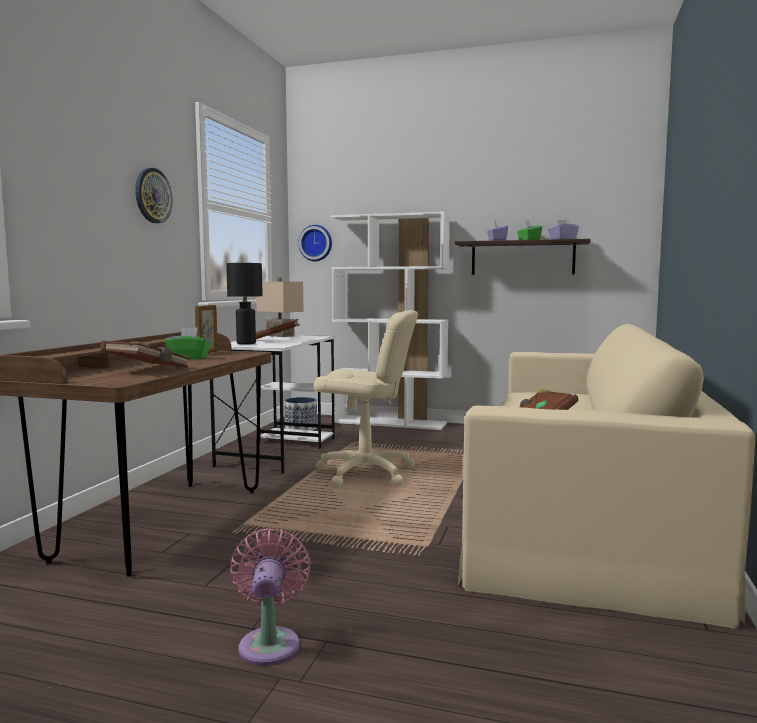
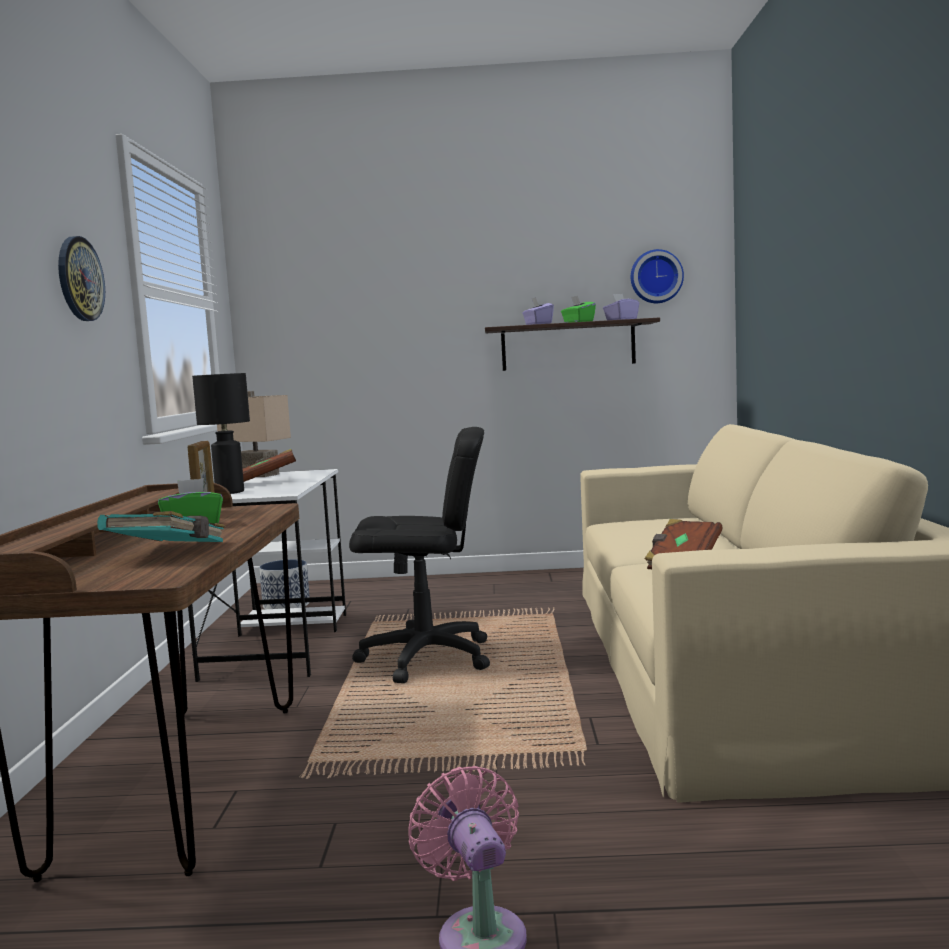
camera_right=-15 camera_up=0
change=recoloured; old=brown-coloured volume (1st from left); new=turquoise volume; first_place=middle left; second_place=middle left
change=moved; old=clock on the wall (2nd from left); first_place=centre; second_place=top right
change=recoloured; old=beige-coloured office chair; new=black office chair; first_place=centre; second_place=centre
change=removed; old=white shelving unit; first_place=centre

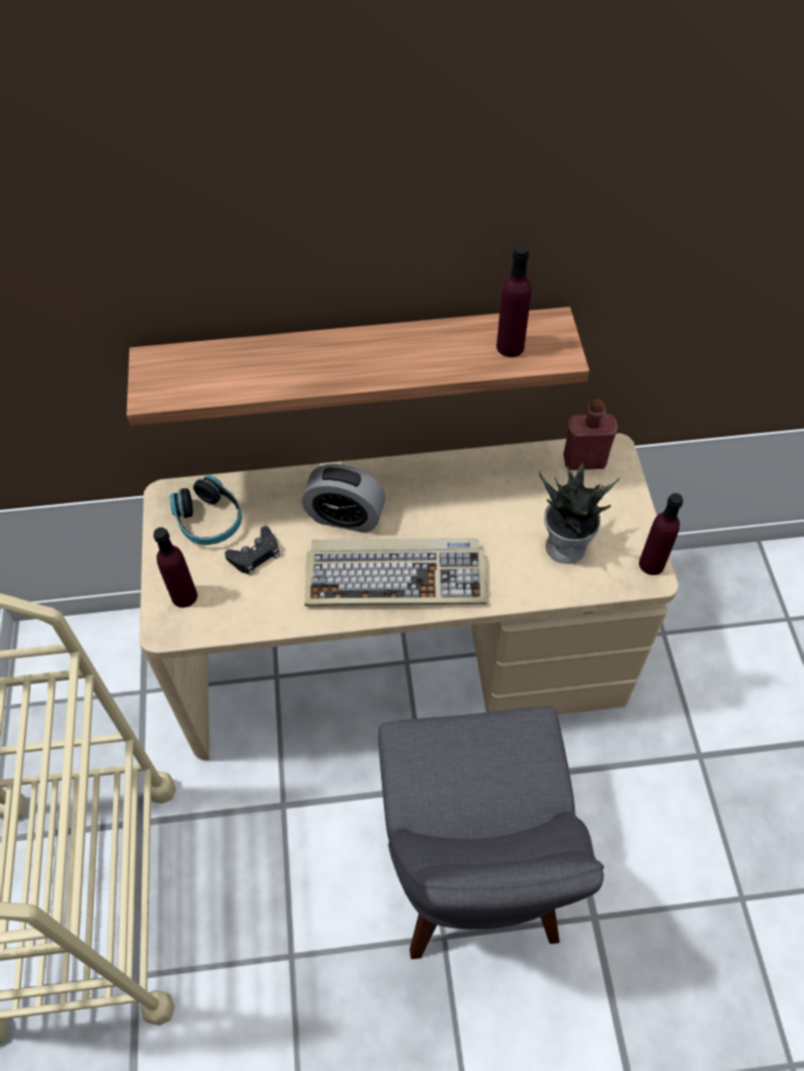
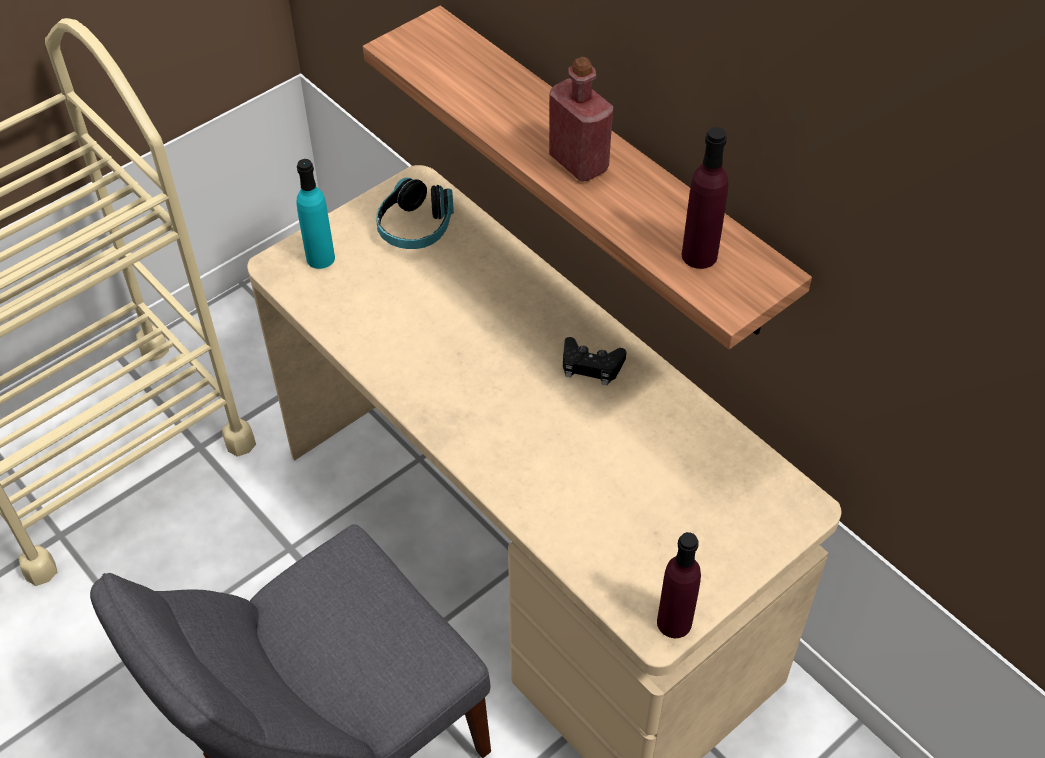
camera_right=55 camera_up=-5
change=recoloured; old=purple-coloured beverage bottle (1st from left); new=turquoise beverage bottle; first_place=middle left; second_place=top left
change=moved; old=black joypad; first_place=middle left; second_place=centre
change=removed; old=bedside clock; first_place=centre
change=removed; old=computer keyboard; first_place=centre
change=removed; old=potted plant; first_place=middle right
change=moved; old=red beverage bottle; first_place=middle right; second_place=top centre

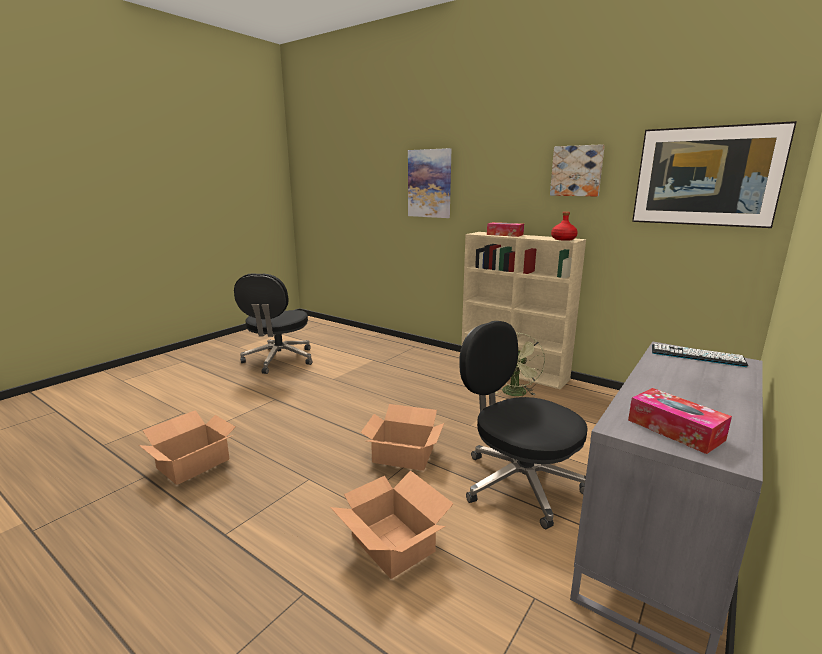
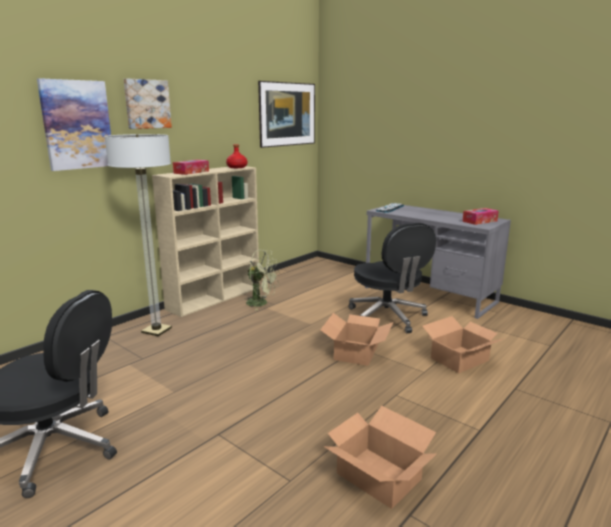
camera_right=-85 camera_up=0
change=turned; old=black office chair (2nd from left); first_place=centre; second_place=centre; degrees=-75
change=moved; old=wall picture (2nd from left); first_place=top right; second_place=top left
change=added; new=floor lamp; second_place=middle left

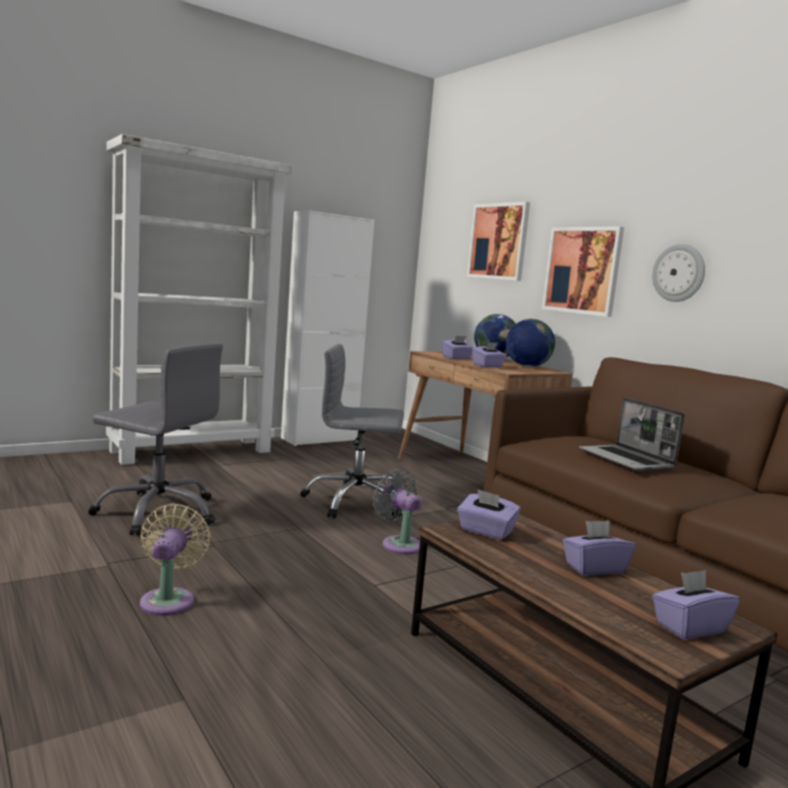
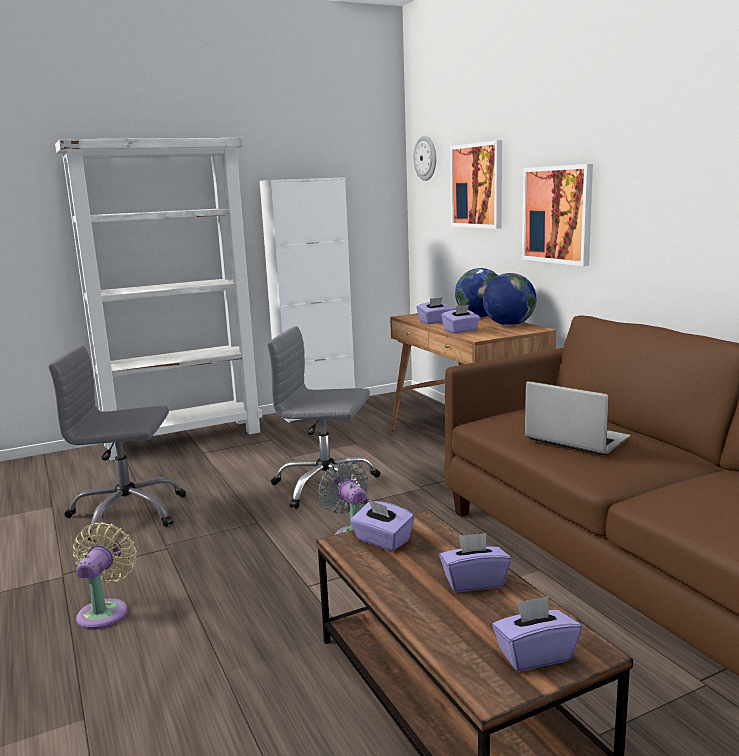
camera_right=10 camera_up=5
change=turned; old=grey office chair (1st from left); first_place=middle left; second_place=middle left; degrees=150
change=turned; old=notebook computer; first_place=middle right; second_place=middle right; degrees=150
change=moved; old=clock on the wall; first_place=middle right; second_place=top centre

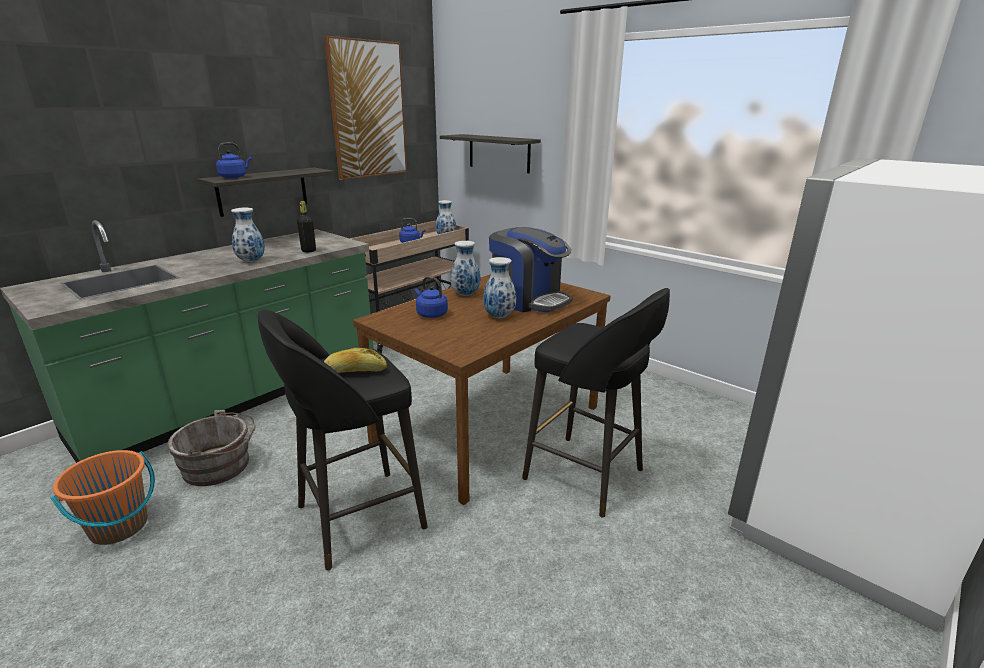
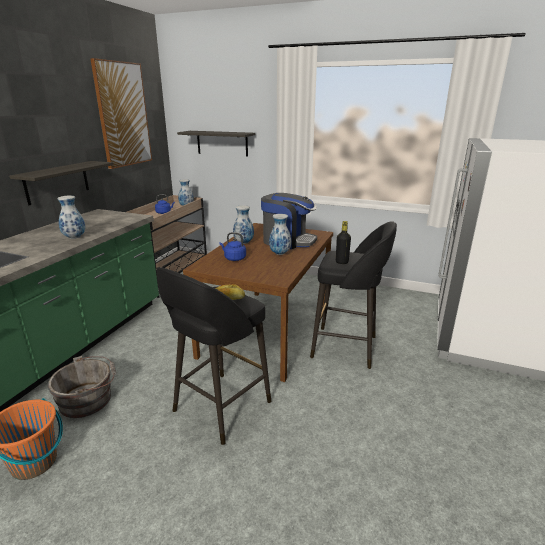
camera_right=-20 camera_up=0
change=removed; old=blue kettle (1st from left); first_place=top left
change=moved; old=black beverage bottle; first_place=middle left; second_place=centre

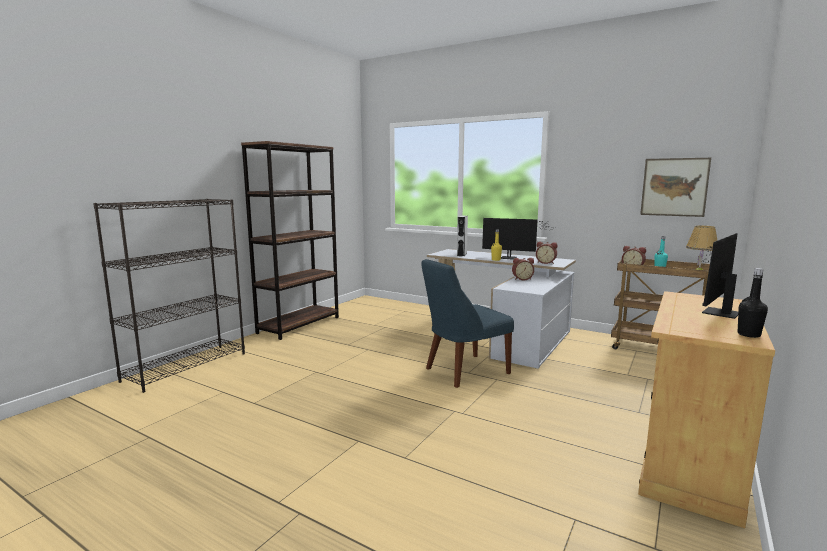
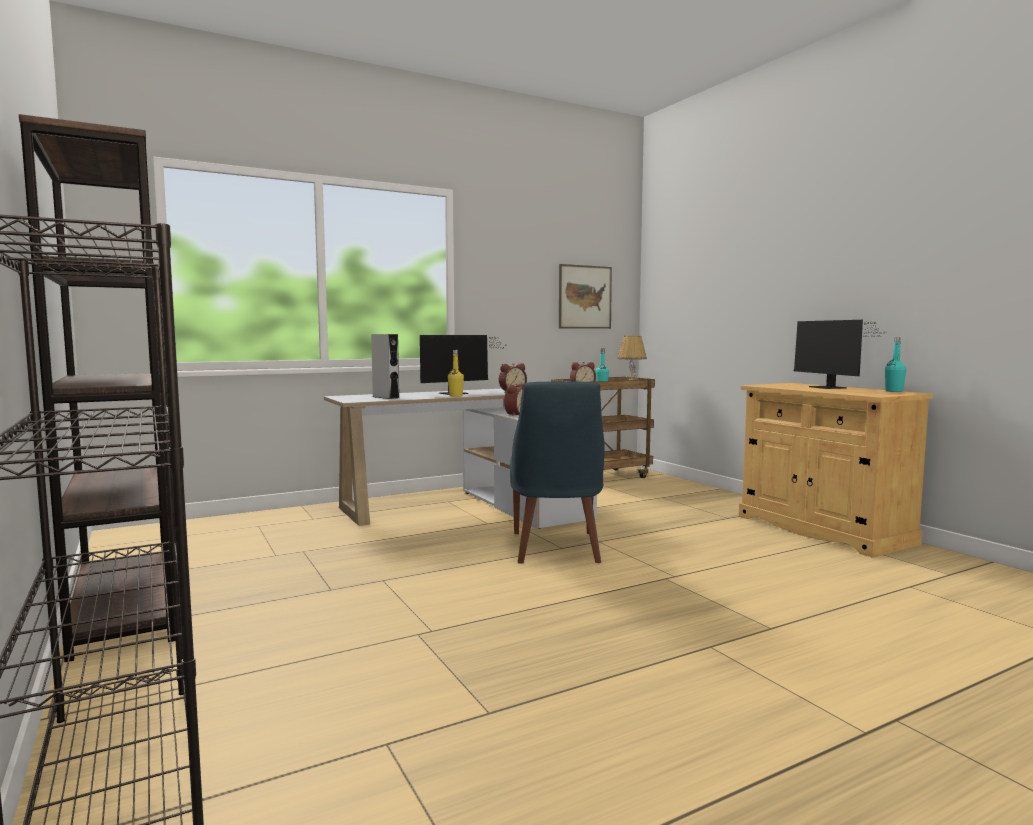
camera_right=-60 camera_up=-5
change=recoloured; old=black beverage bottle; new=turquoise beverage bottle (2nd from left); first_place=middle right; second_place=middle right

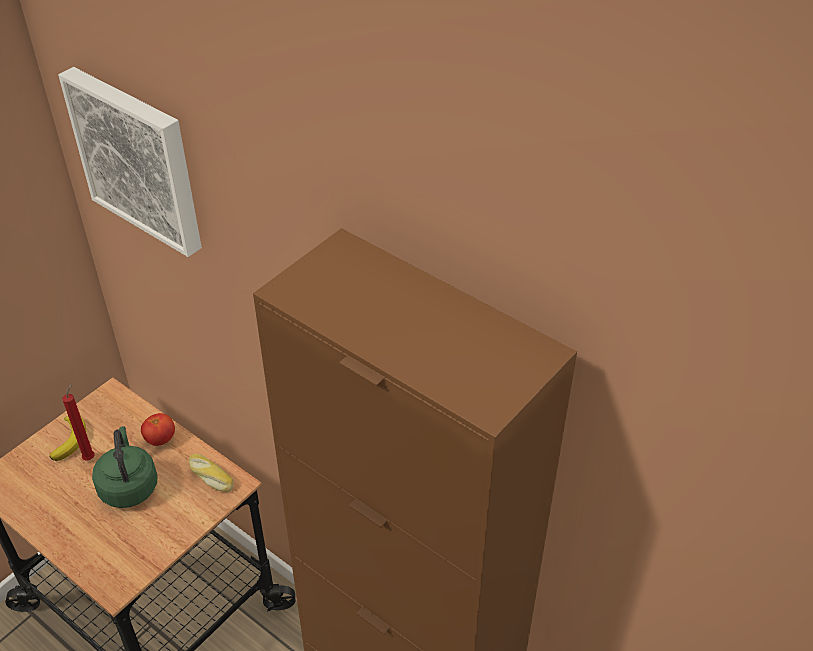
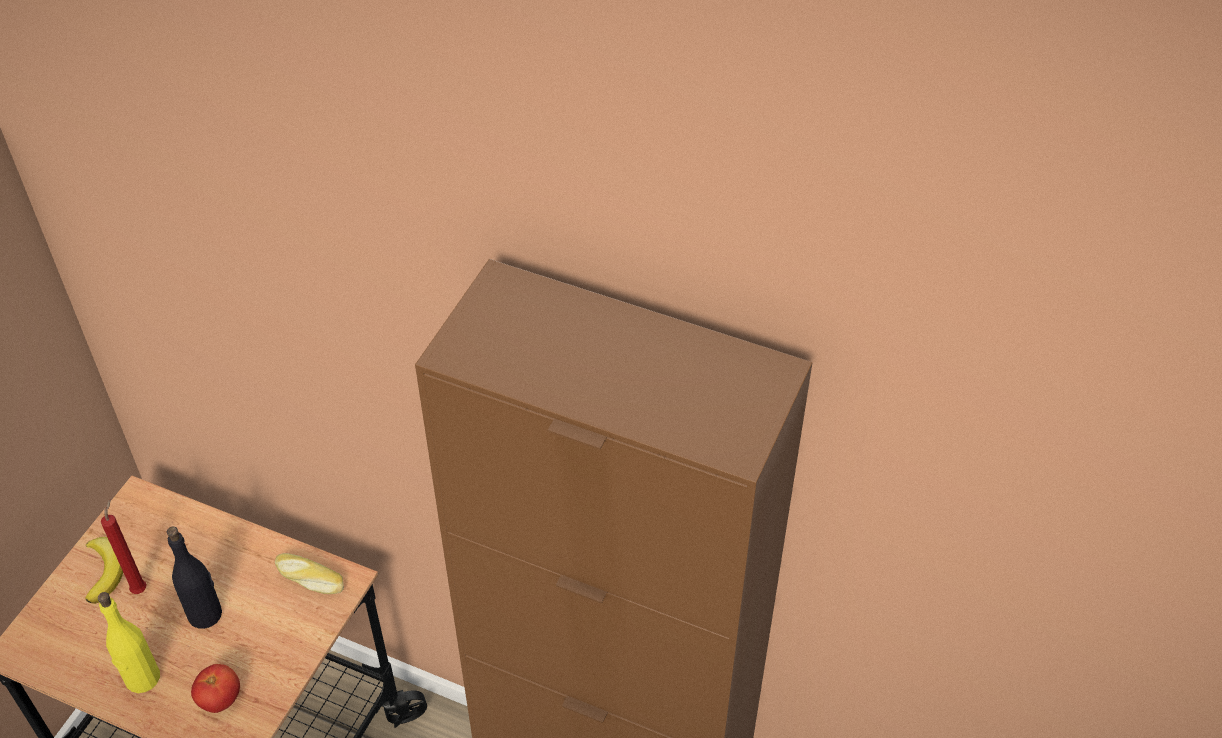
camera_right=-15 camera_up=5
change=removed; old=wall picture; first_place=top left
change=replaced; old=green-coloured kettle; new=black beverage bottle; first_place=bottom left; second_place=bottom left
change=moved; old=fresh tomato; first_place=middle left; second_place=bottom left
change=added; new=yellow beverage bottle; second_place=bottom left

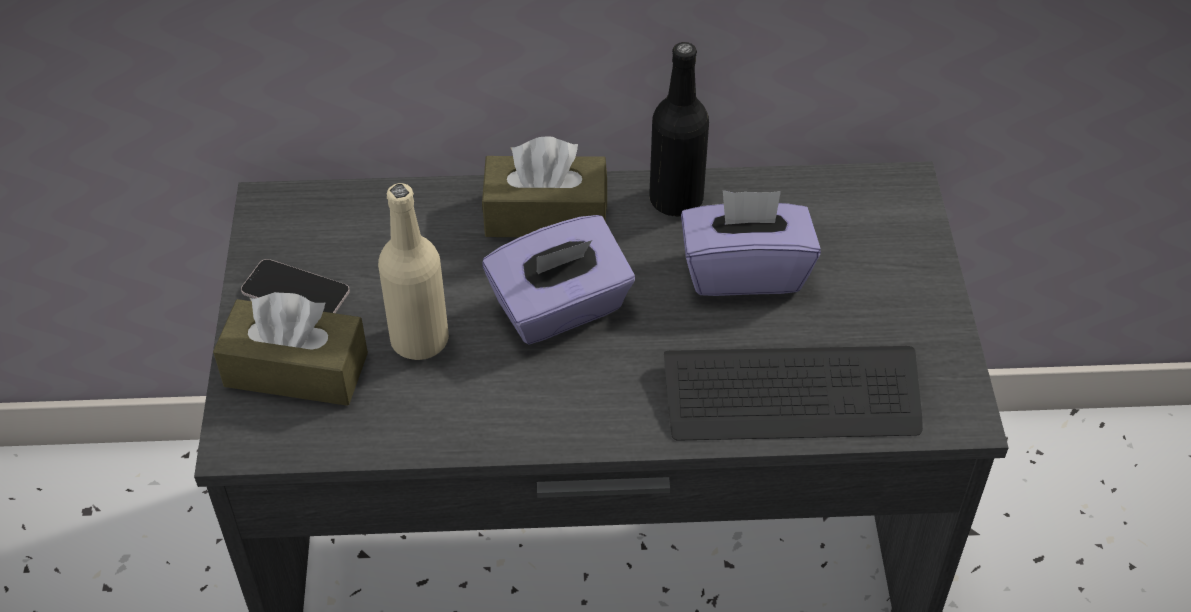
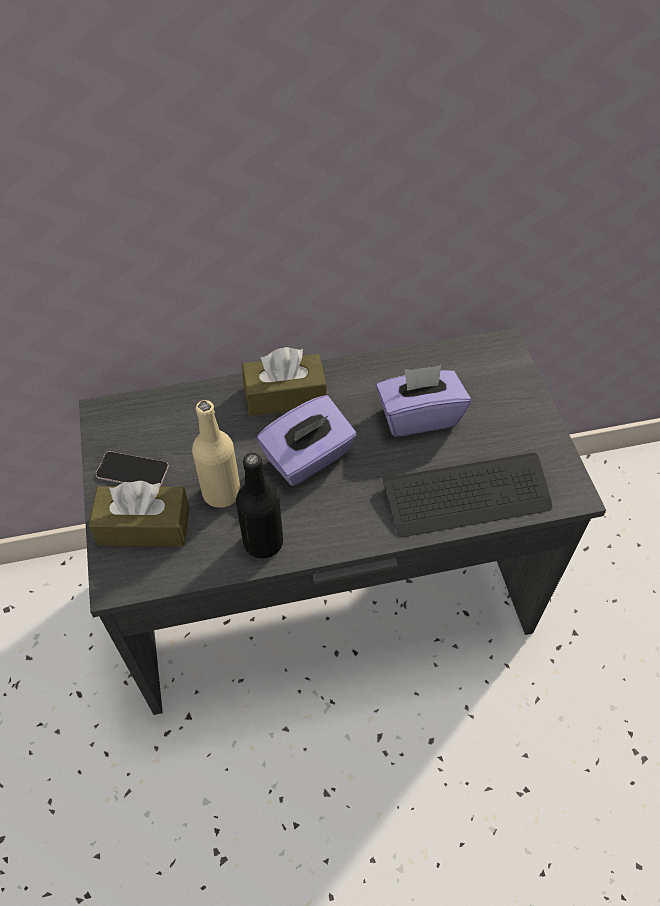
camera_right=-10 camera_up=5
change=moved; old=black beverage bottle; first_place=top centre; second_place=centre

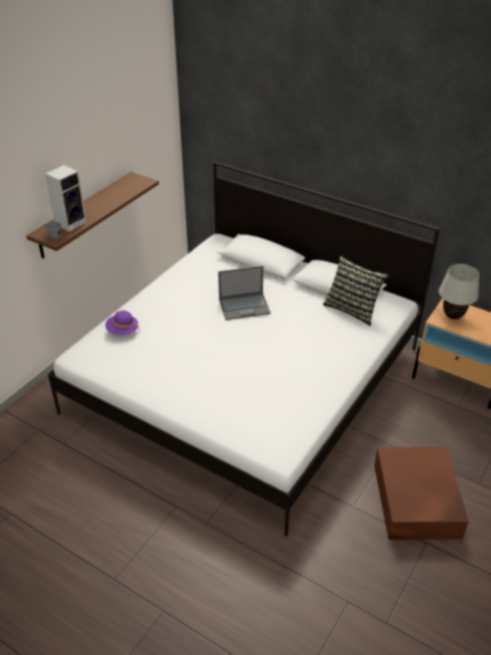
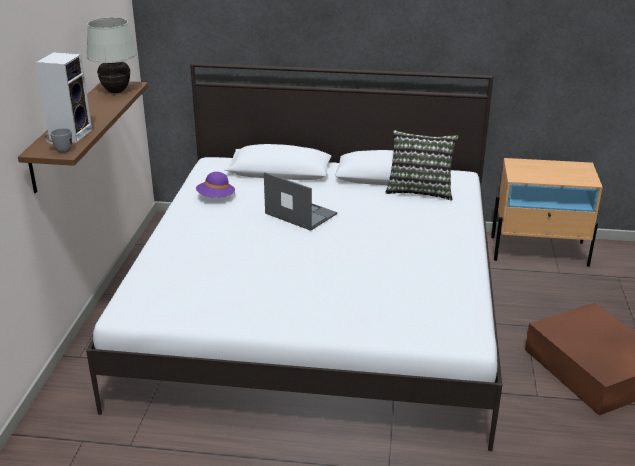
camera_right=-25 camera_up=-10
change=moved; old=purple-coloured wearable hat; first_place=middle left; second_place=centre
change=turned; old=notebook computer; first_place=centre; second_place=centre; degrees=-105
change=moved; old=white lamp for a table; first_place=middle right; second_place=top left

